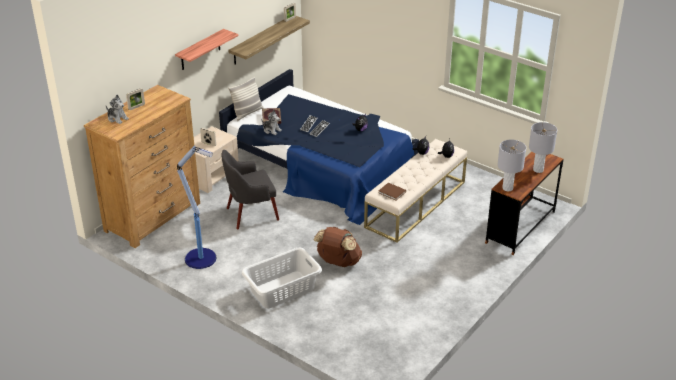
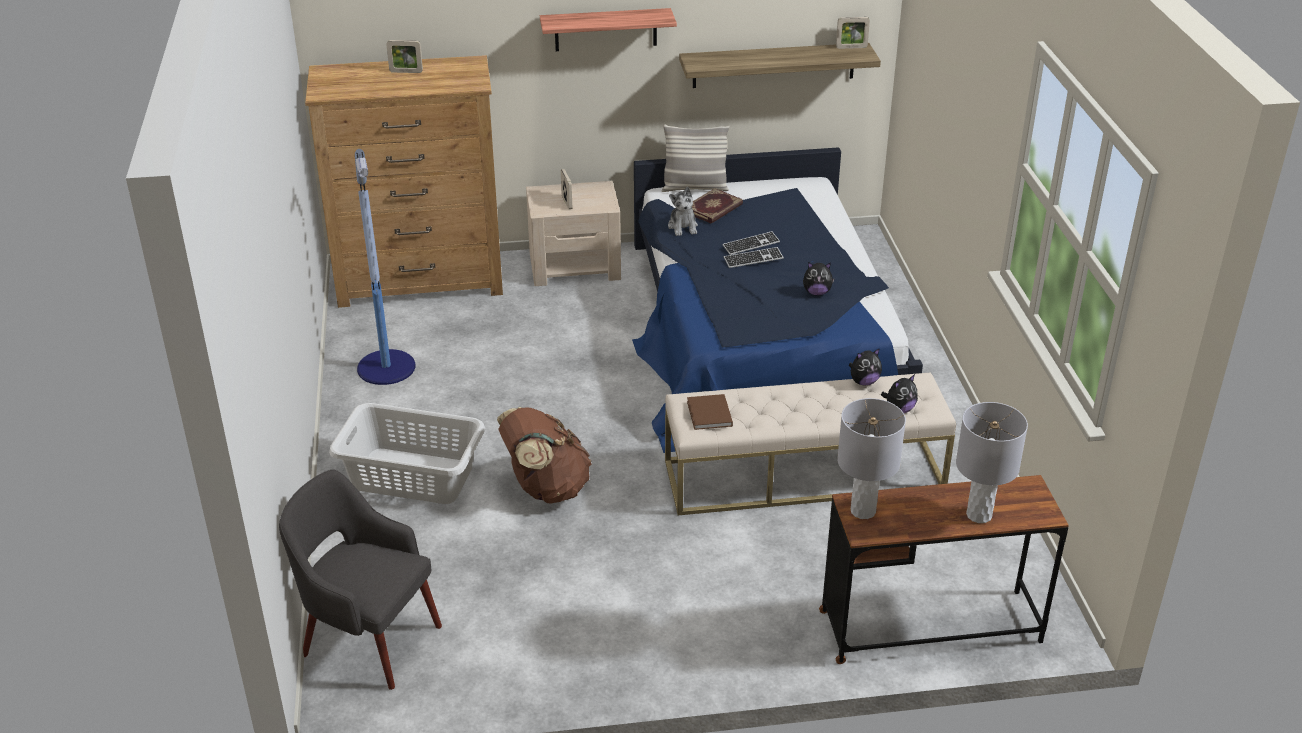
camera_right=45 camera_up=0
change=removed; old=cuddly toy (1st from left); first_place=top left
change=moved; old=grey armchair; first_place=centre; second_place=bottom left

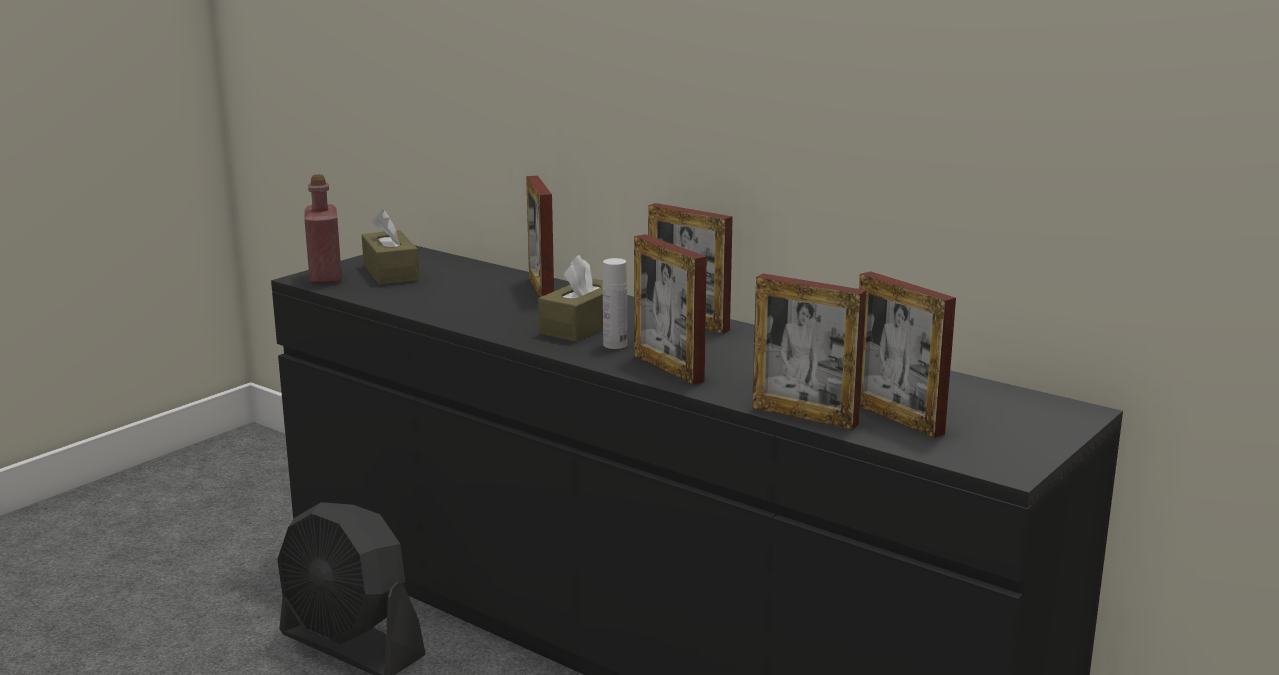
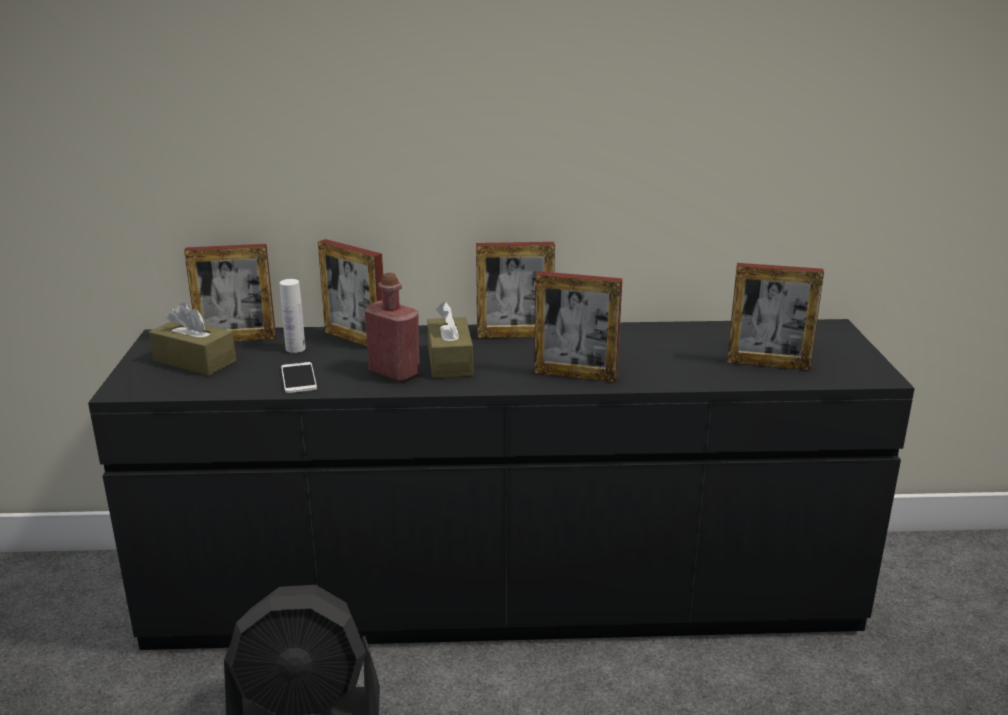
camera_right=-40 camera_up=5
change=moved; old=red beverage bottle; first_place=middle left; second_place=centre
change=moved; old=white beverage bottle; first_place=centre; second_place=middle left
change=moved; old=standing frame (4th from left in the first image); new=standing frame (1st from left); first_place=centre; second_place=middle left
change=added; new=telephone; second_place=middle left

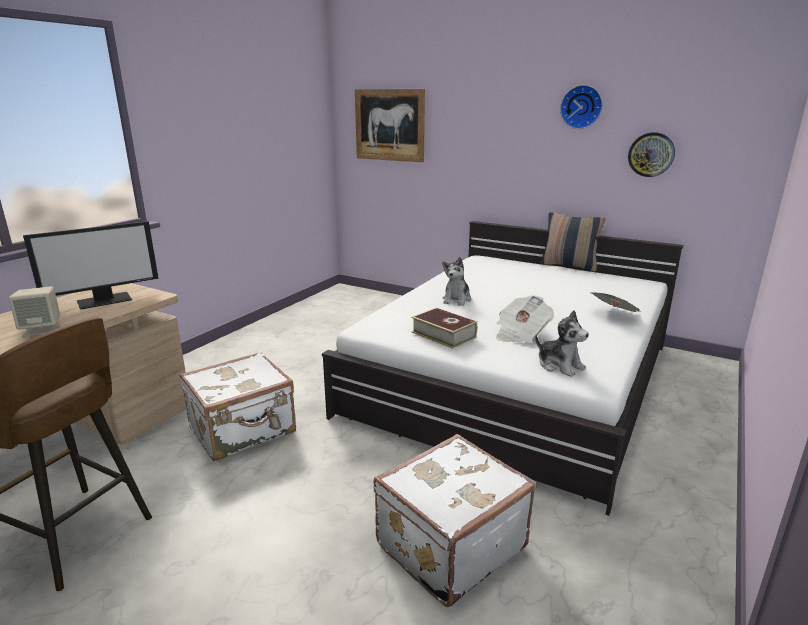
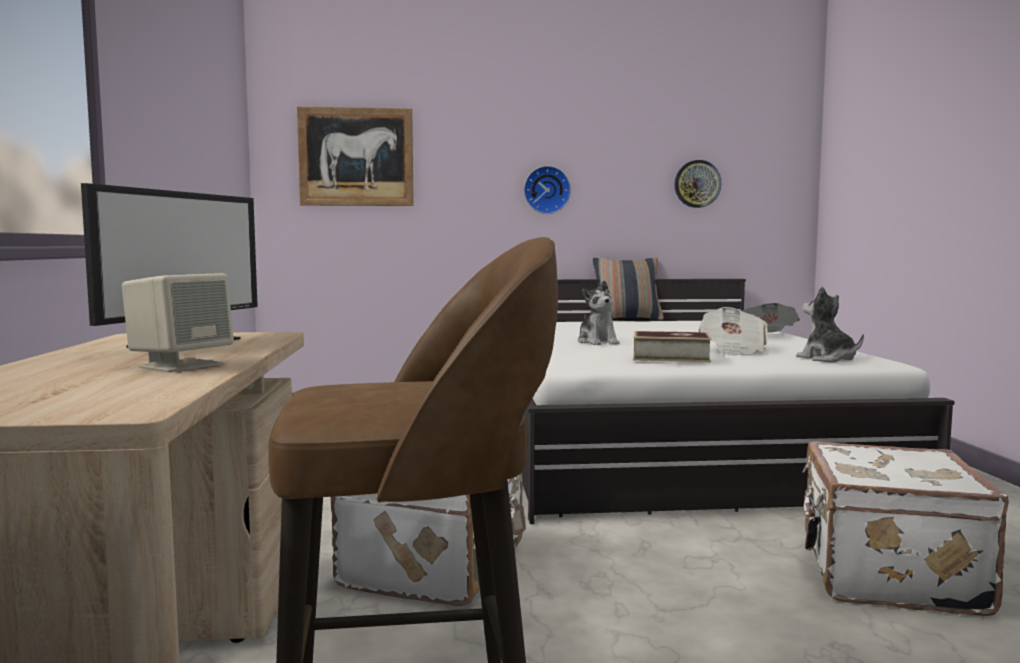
camera_right=-35 camera_up=-15
change=turned; old=cuddly toy (2nd from left); first_place=middle right; second_place=middle right; degrees=-135
change=moved; old=clock on the wall (1st from left); first_place=top right; second_place=top centre

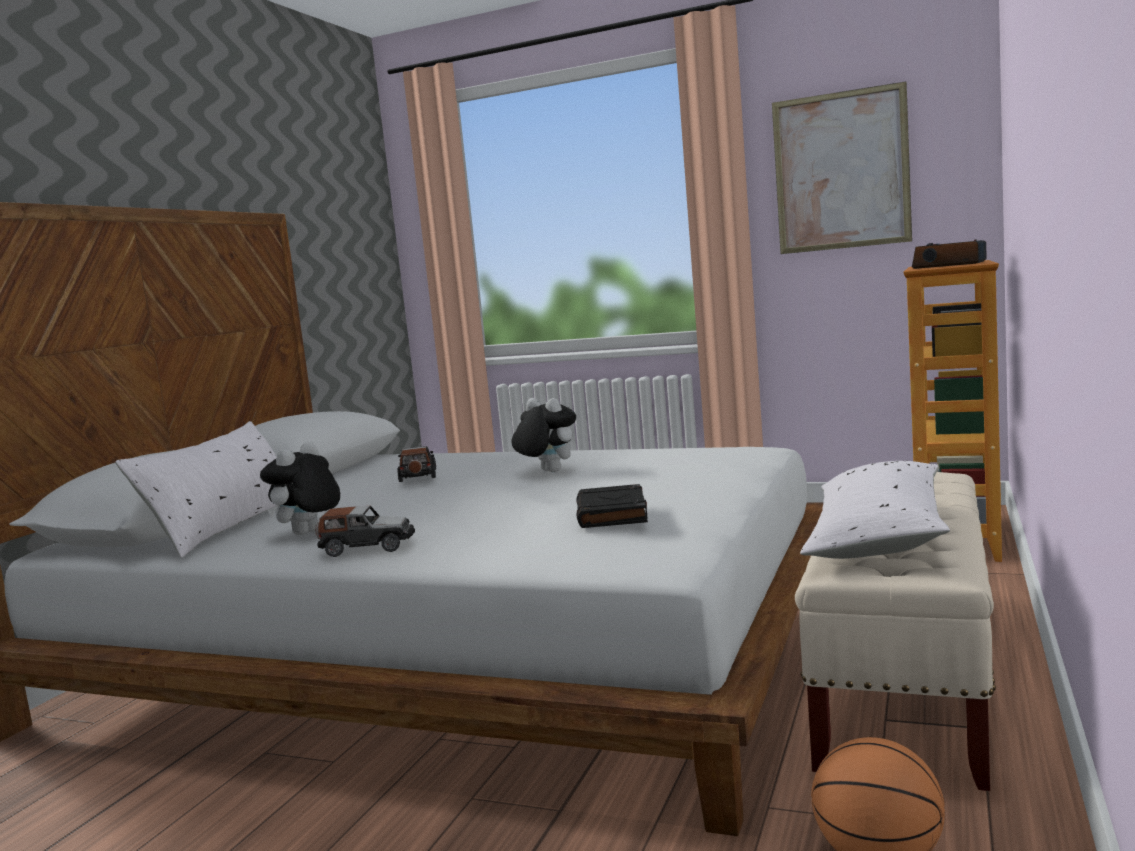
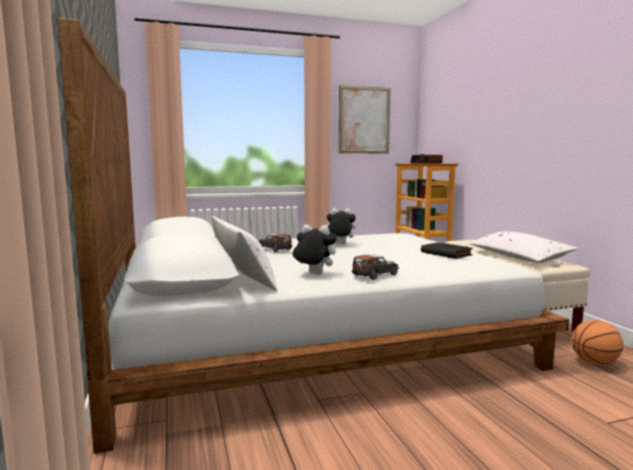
camera_right=-40 camera_up=0
change=turned; old=cuddly toy (1st from left); first_place=middle left; second_place=centre; degrees=120

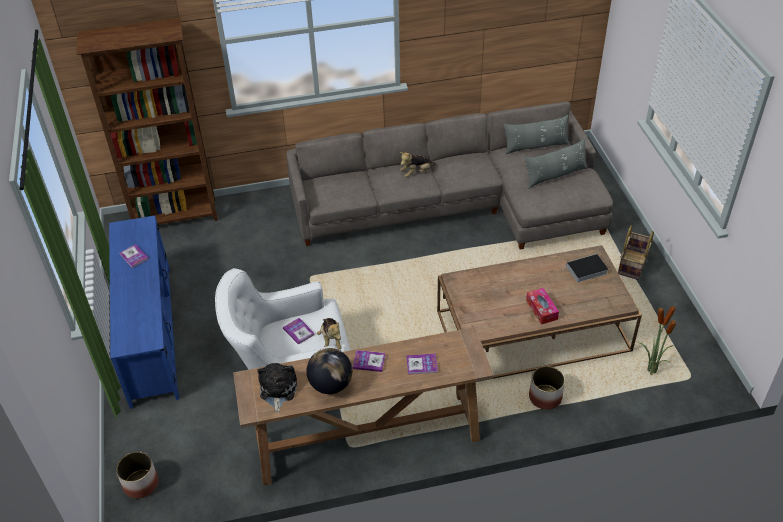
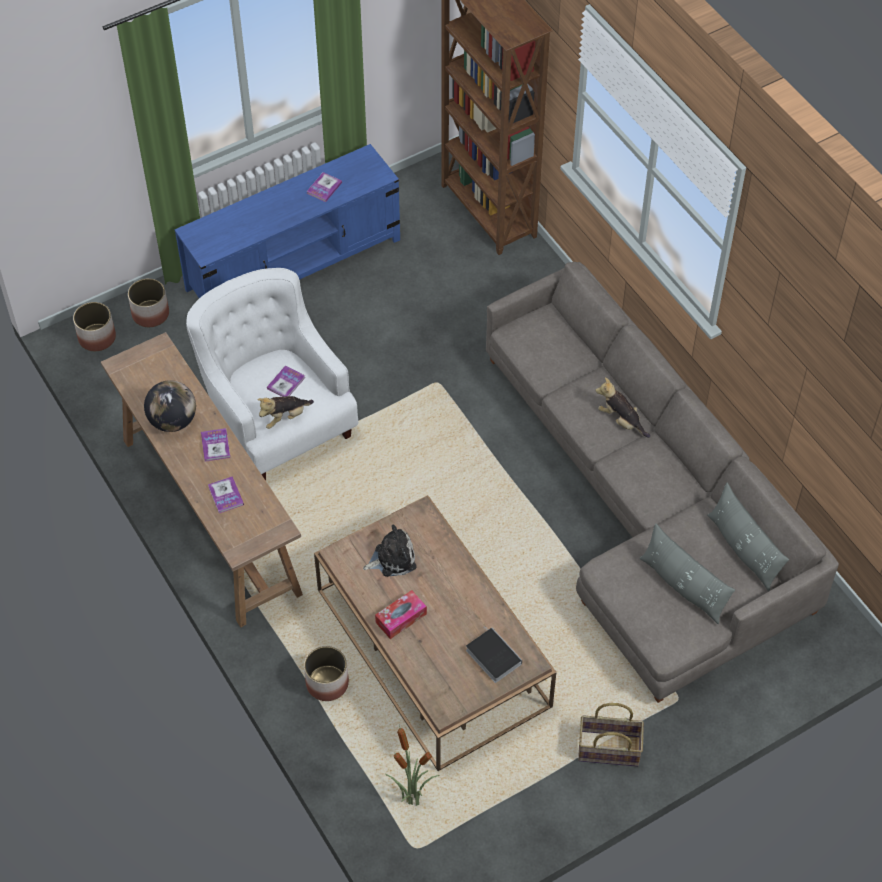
camera_right=70 camera_up=10
change=moved; old=cuddly toy (1st from left in the first image); new=cuddly toy (2nd from left); first_place=bottom centre; second_place=centre
change=added; new=plant pot (2nd from left); second_place=middle left

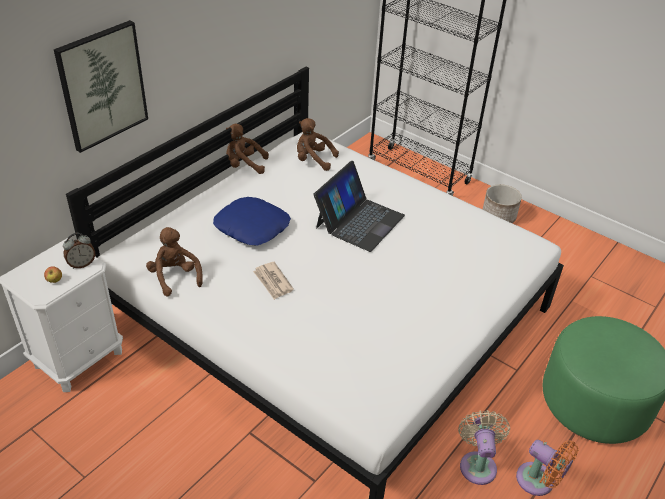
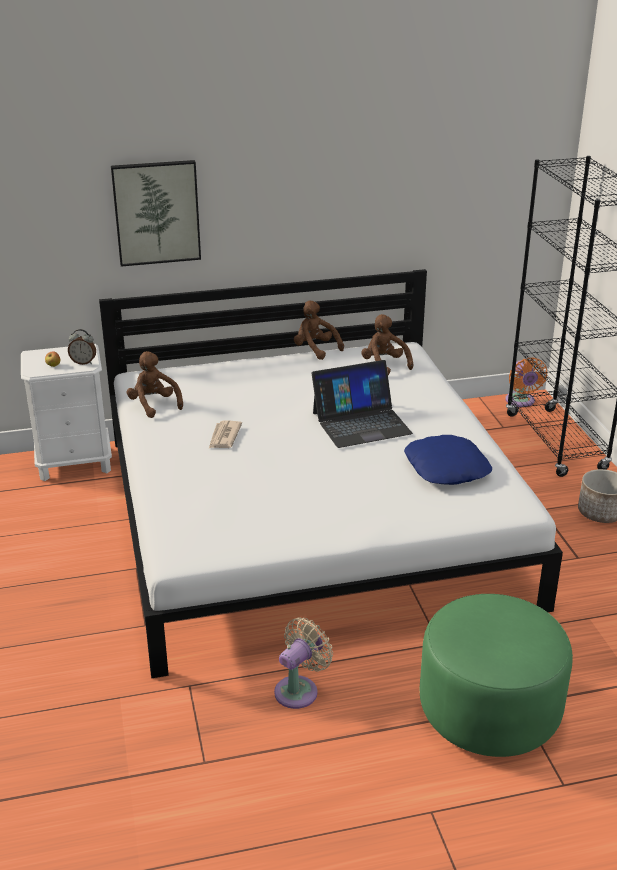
camera_right=40 camera_up=-10
change=turned; old=brown-coloured cuddly toy (1st from left); first_place=middle left; second_place=middle left; degrees=-45
change=moved; old=blue pillow; first_place=centre; second_place=middle right
change=moved; old=orangey cooling fan; first_place=bottom right; second_place=middle right

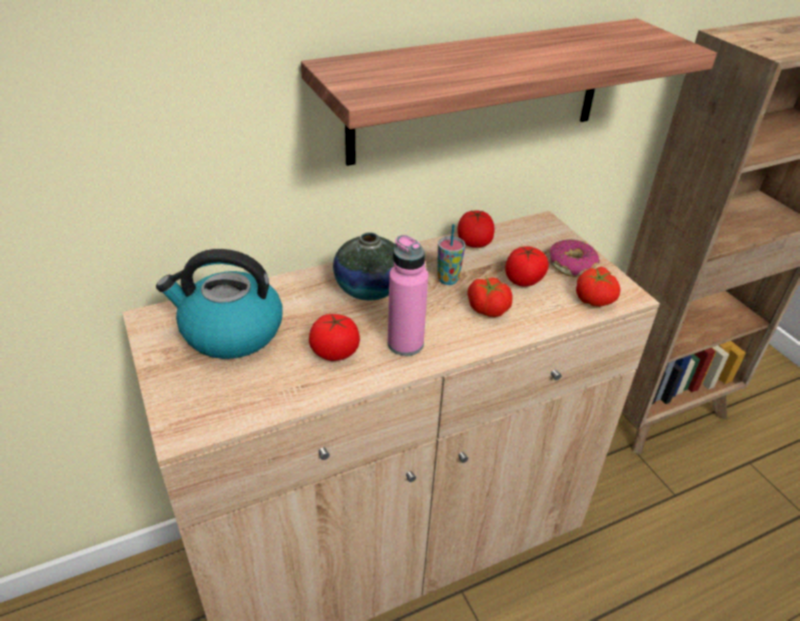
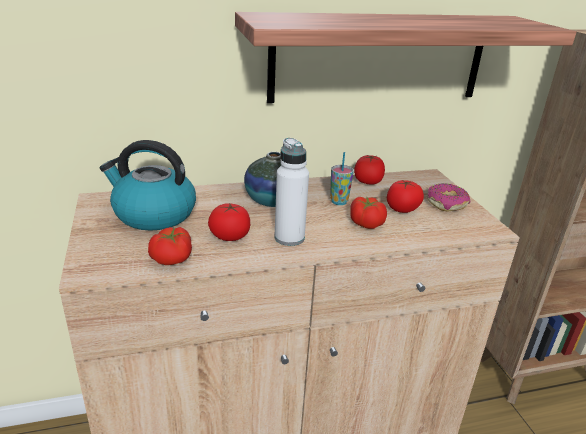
camera_right=10 camera_up=-10
change=recoloured; old=pink beverage bottle; new=white beverage bottle; first_place=centre; second_place=centre
change=moved; old=fresh tomato (5th from left in the first image); new=fresh tomato (1st from left); first_place=middle right; second_place=middle left

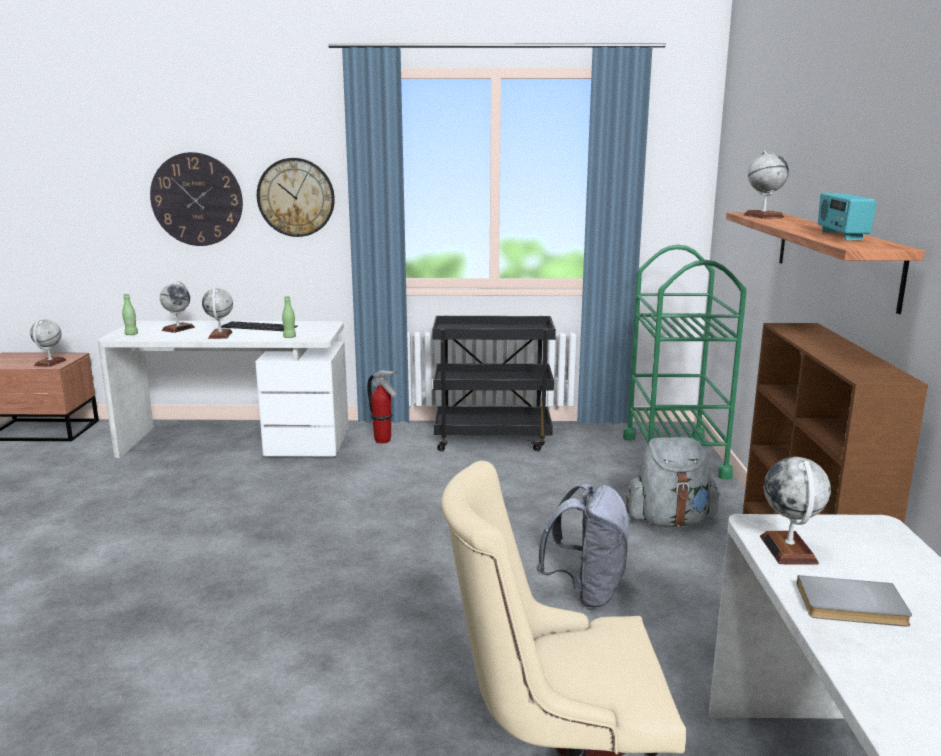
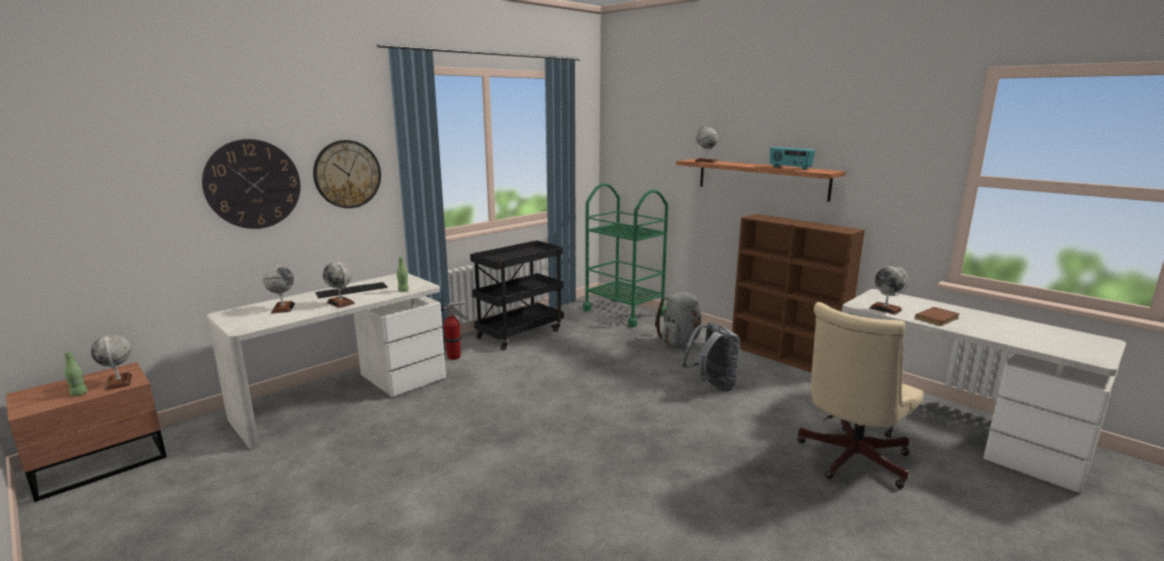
camera_right=-45 camera_up=0
change=moved; old=green-coloured beverage bottle (1st from left); first_place=middle left; second_place=bottom left
change=recoloured; old=grey volume; new=brown-coloured volume; first_place=bottom right; second_place=middle right

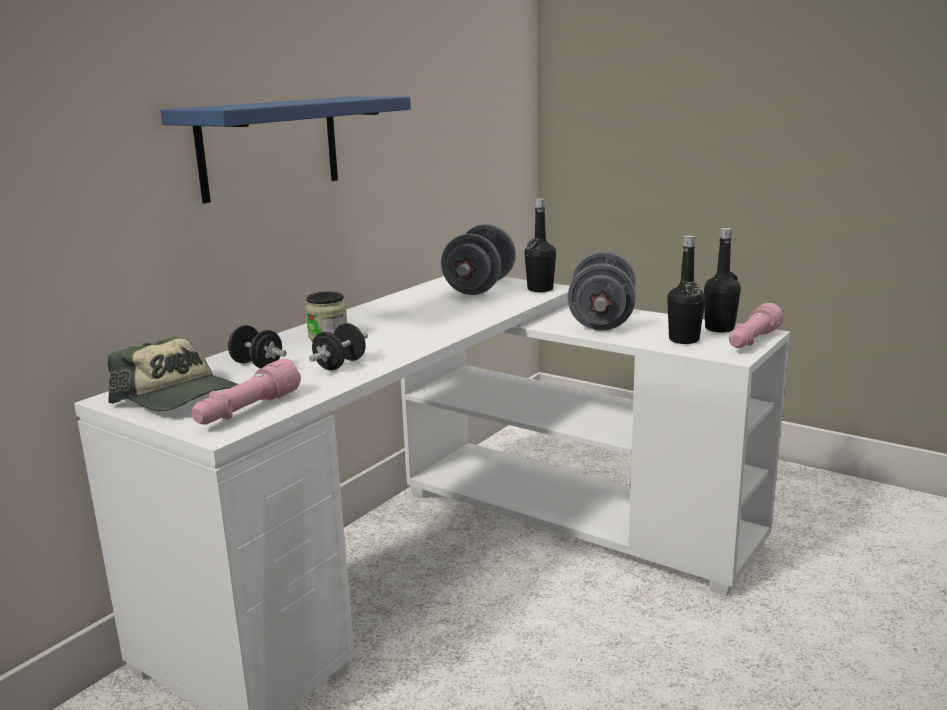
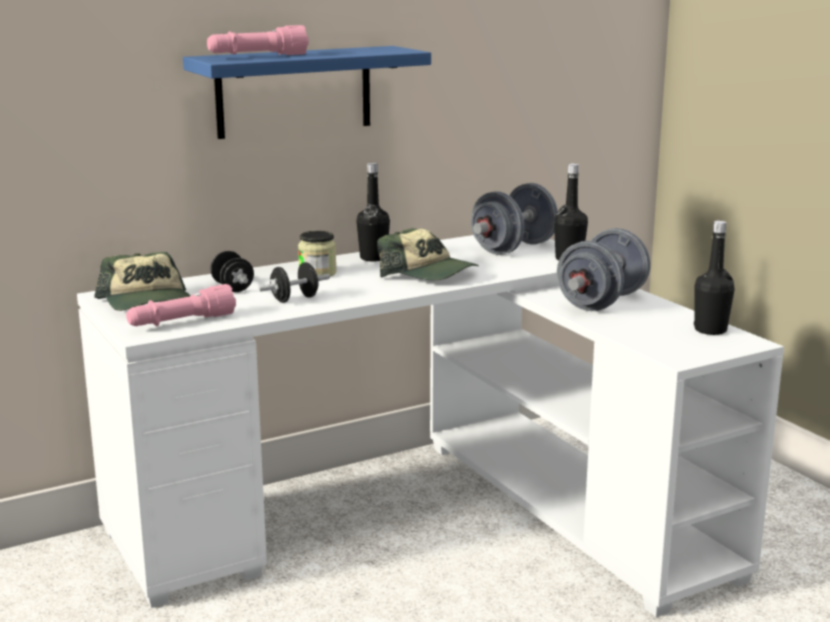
camera_right=25 camera_up=0
change=moved; old=black beverage bottle (2nd from left in the first image); new=black beverage bottle (1st from left); first_place=middle right; second_place=centre
change=moved; old=pink flashlight (2nd from left); first_place=middle right; second_place=top left
change=added; new=cap (2nd from left); second_place=centre

